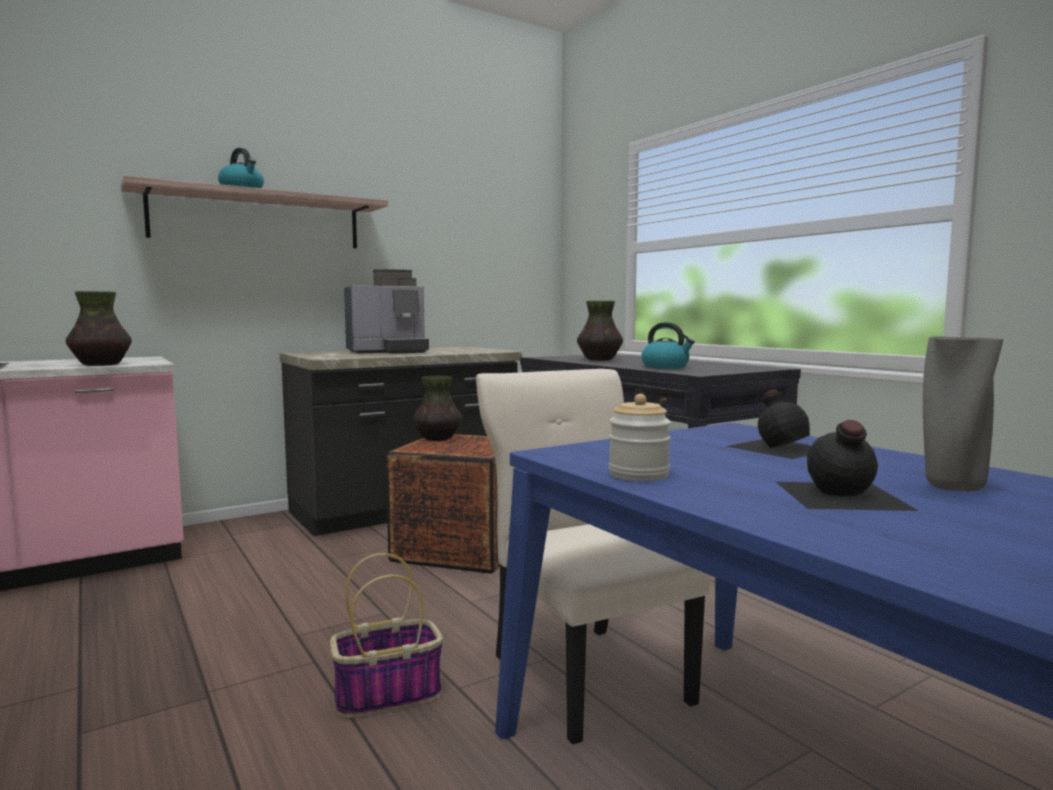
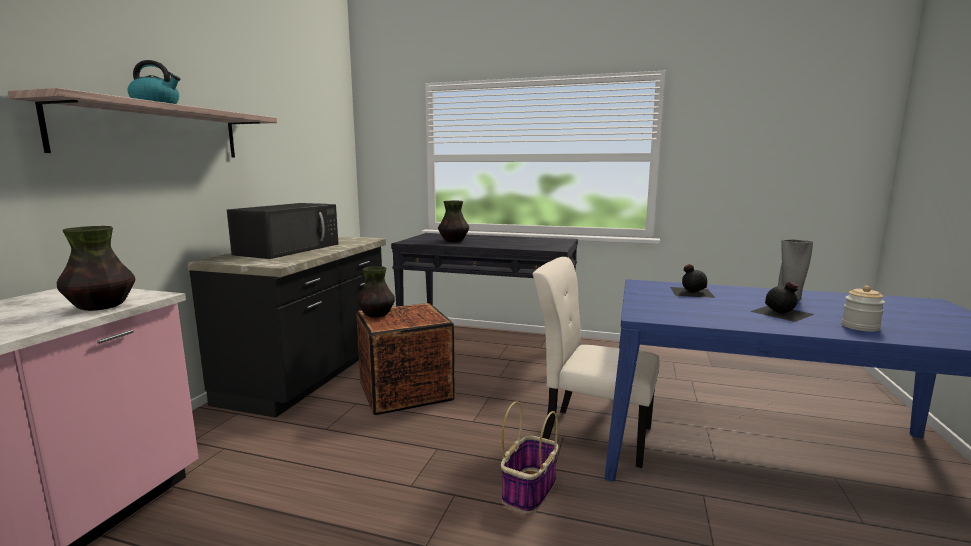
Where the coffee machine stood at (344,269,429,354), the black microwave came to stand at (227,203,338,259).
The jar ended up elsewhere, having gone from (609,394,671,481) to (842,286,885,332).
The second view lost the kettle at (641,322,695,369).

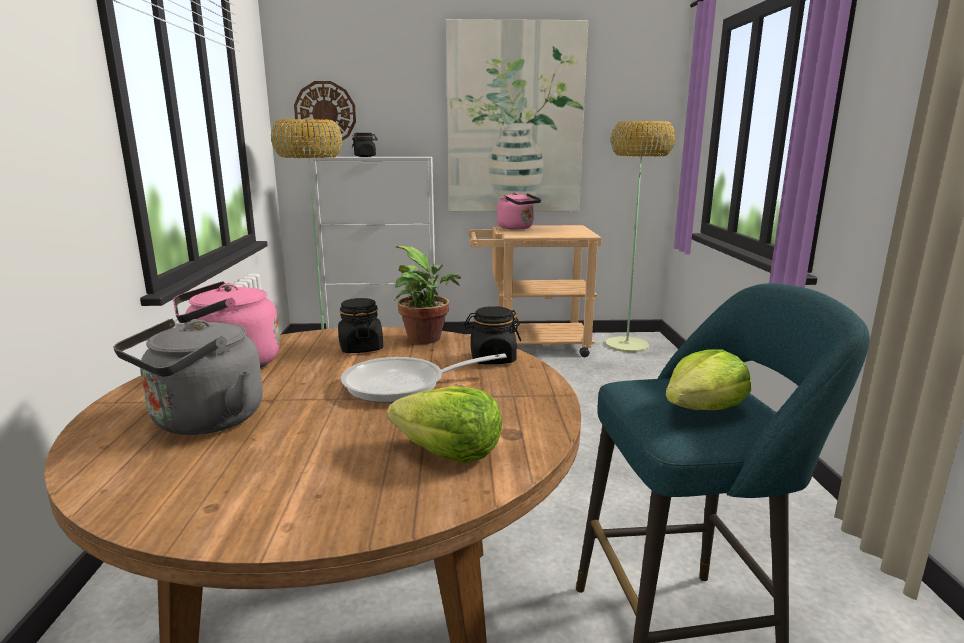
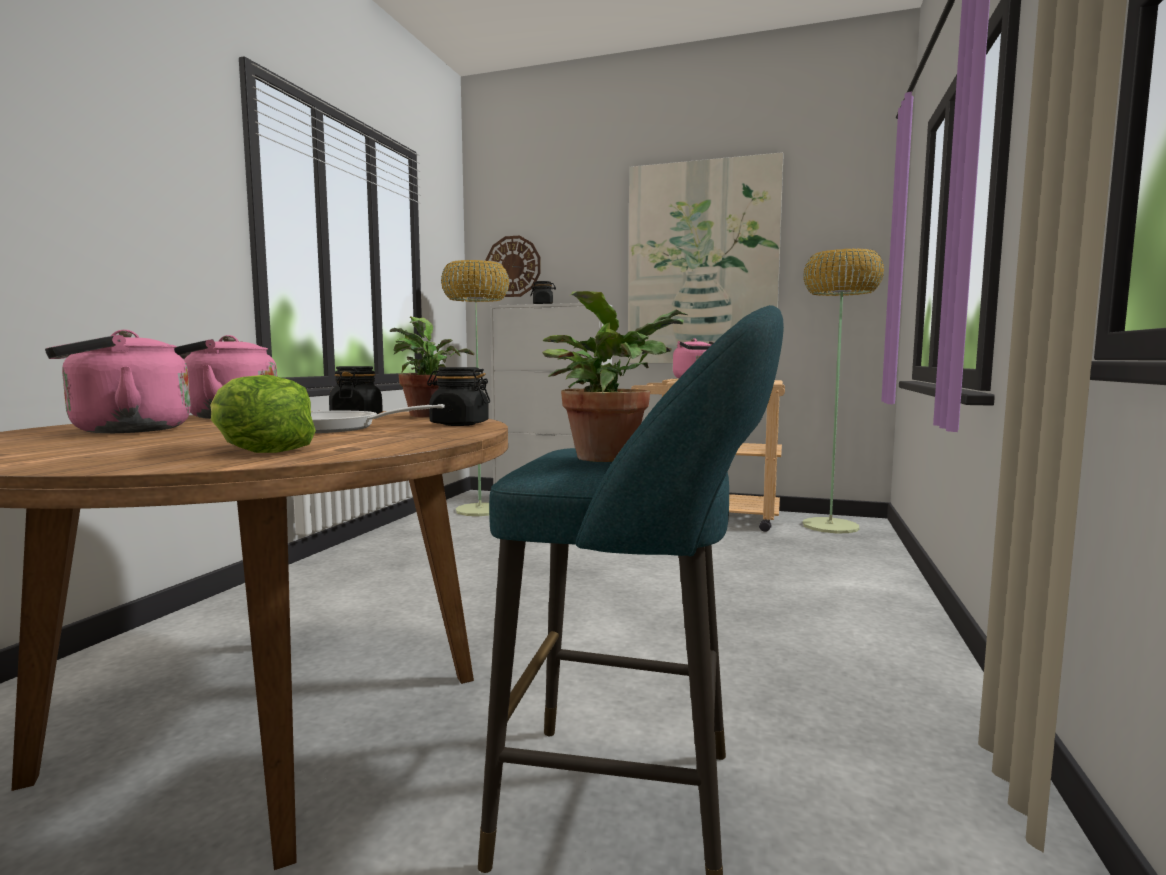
What was the grey kettle at (113,319,263,435) turned into the pink kettle at (45,330,191,433).
Where the lettuce stood at (666,350,751,410), the potted plant came to stand at (542,291,687,462).

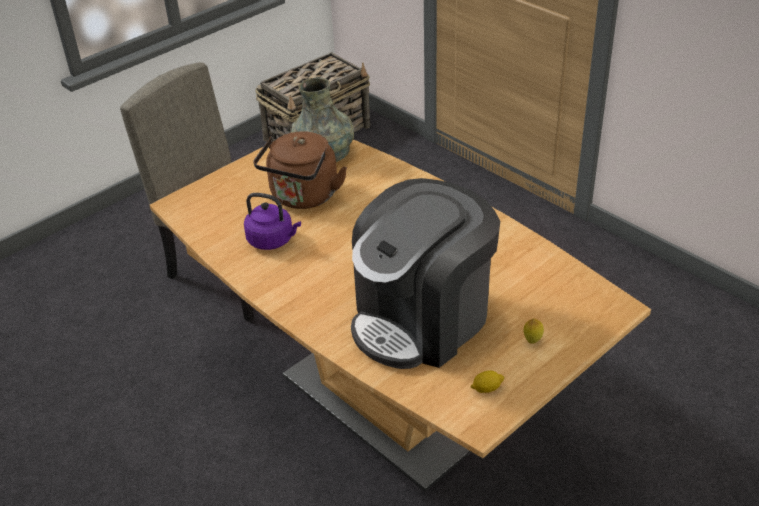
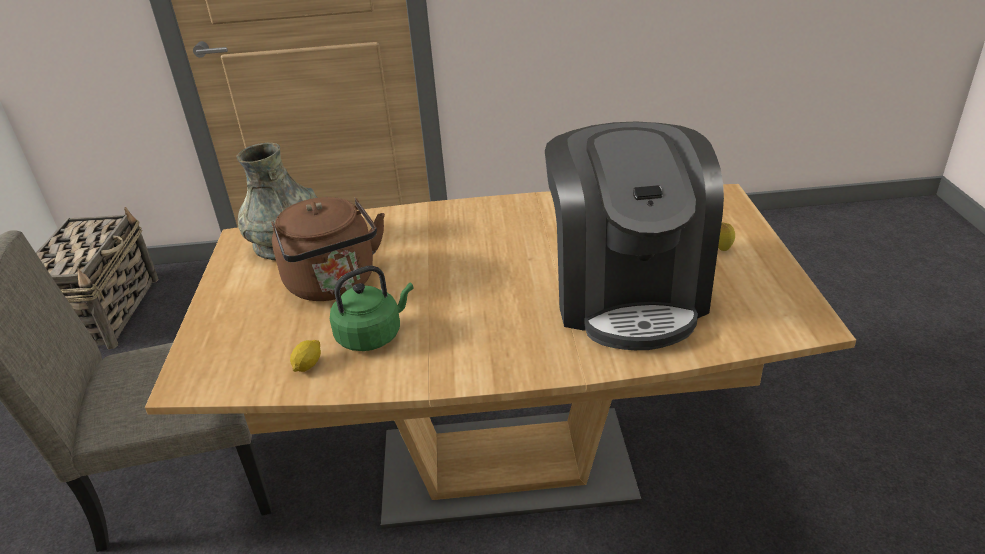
What was the purple kettle at (244,193,301,250) turned into the green kettle at (330,266,413,351).
The lemon ended up elsewhere, having gone from (471,371,505,393) to (290,340,321,372).

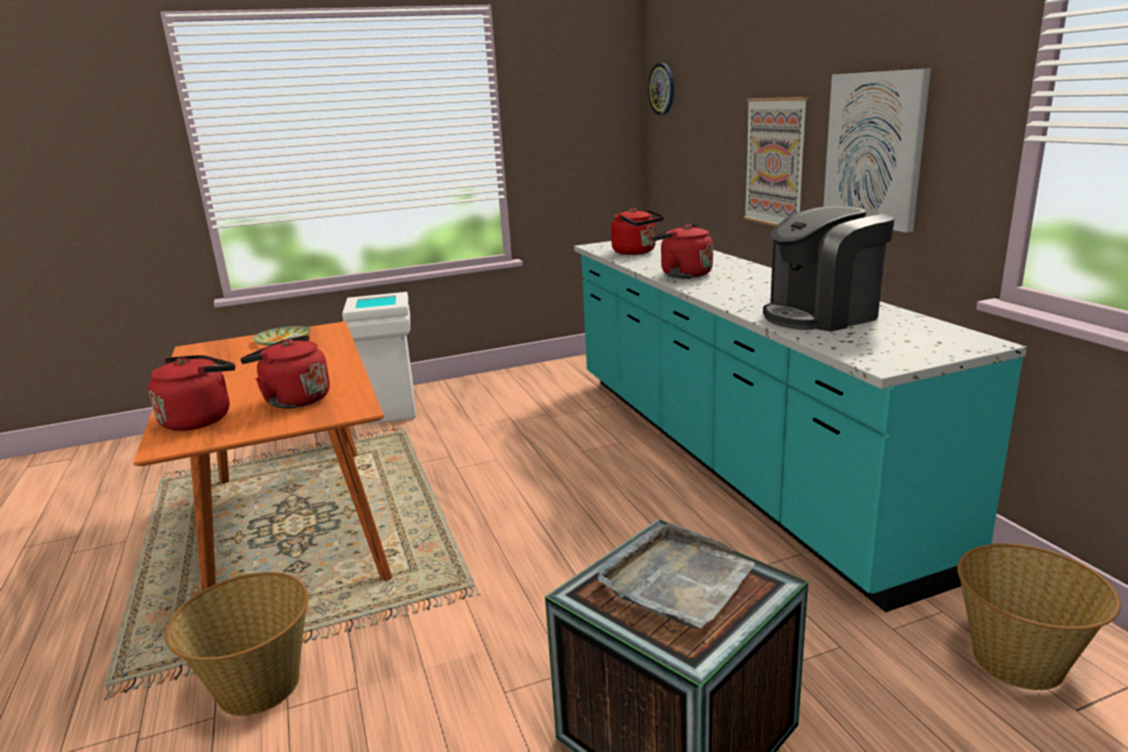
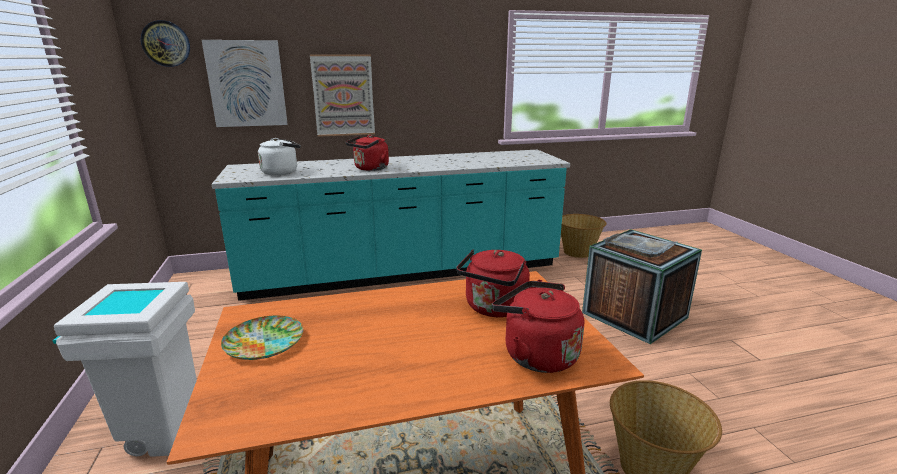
What was the red kettle at (611,208,664,255) turned into the white kettle at (258,138,301,175).
The second view lost the coffee machine at (763,206,895,332).
The picture ended up elsewhere, having gone from (823,68,931,233) to (202,40,288,127).

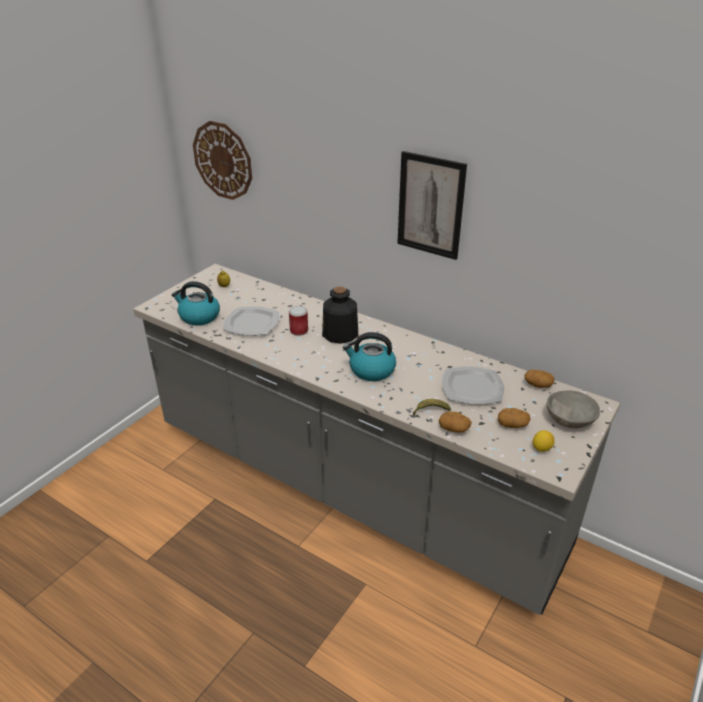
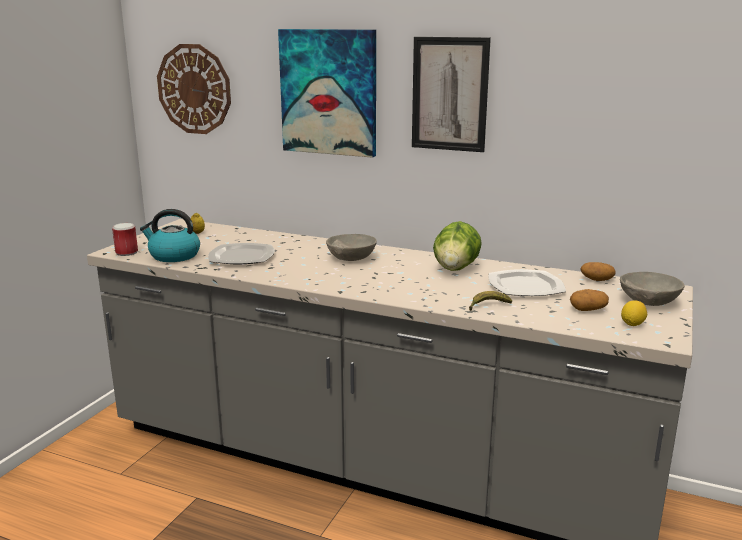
The can ended up elsewhere, having gone from (289,306,308,336) to (112,223,138,256).
Where the bottle stood at (322,286,358,344), the grey bowl came to stand at (326,234,377,261).
The second view lost the kettle at (343,332,396,381).
The second view lost the potato at (439,411,472,433).
The second view gained the picture at (278,29,376,158).
The second view gained the lettuce at (433,221,482,271).

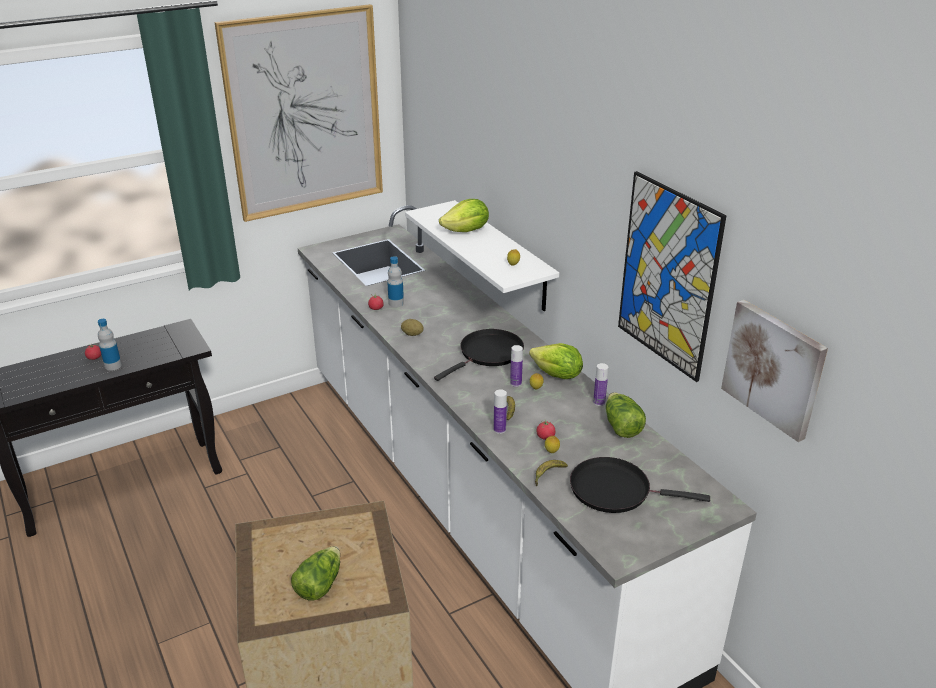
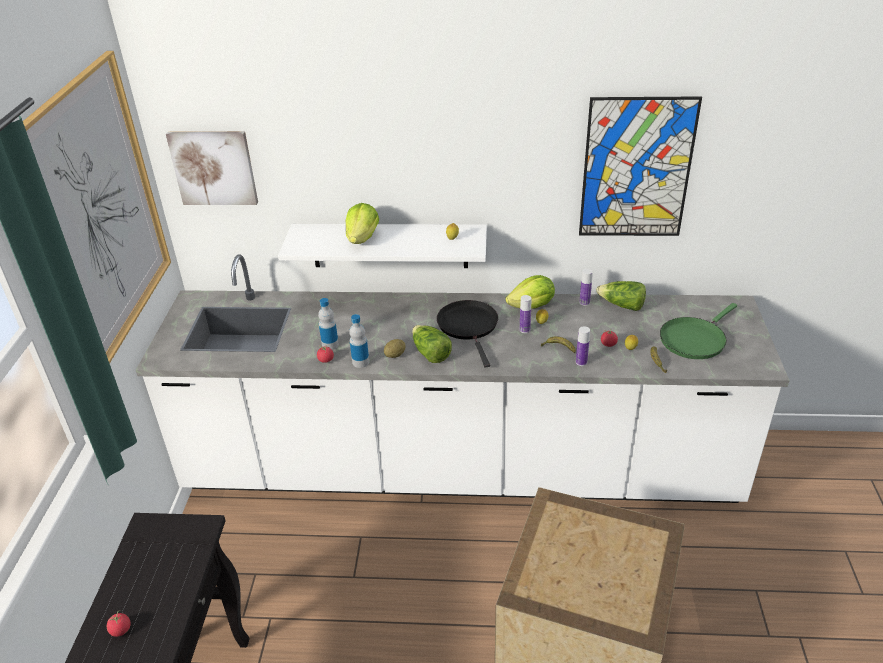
The bottle ended up elsewhere, having gone from (98,319,122,371) to (349,314,369,368).
The lettuce ended up elsewhere, having gone from (291,546,340,601) to (412,325,452,363).
What was the black frying pan at (570,457,710,513) turned into the green frying pan at (660,303,737,359).
The picture ended up elsewhere, having gone from (721,300,828,442) to (166,131,258,205).

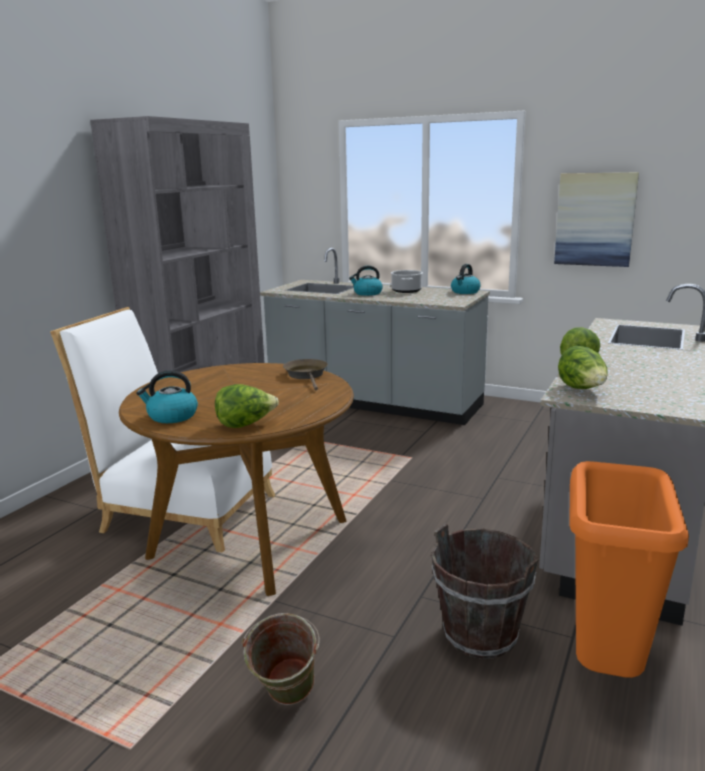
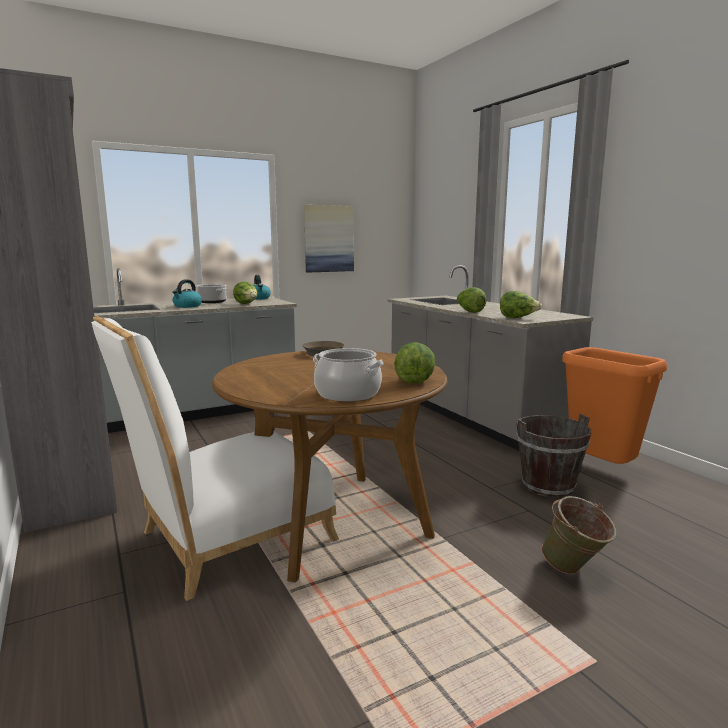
Where the kettle stood at (136,370,198,423), the cooking pot came to stand at (313,348,384,401).
The second view gained the lettuce at (233,282,258,304).

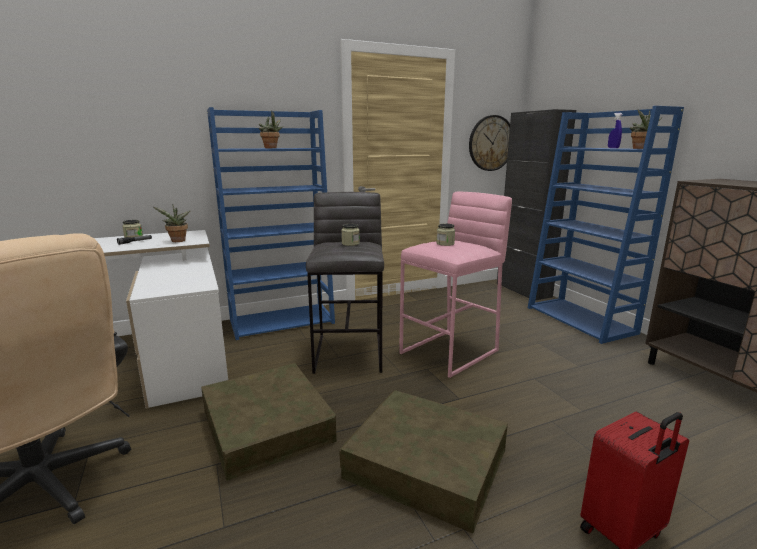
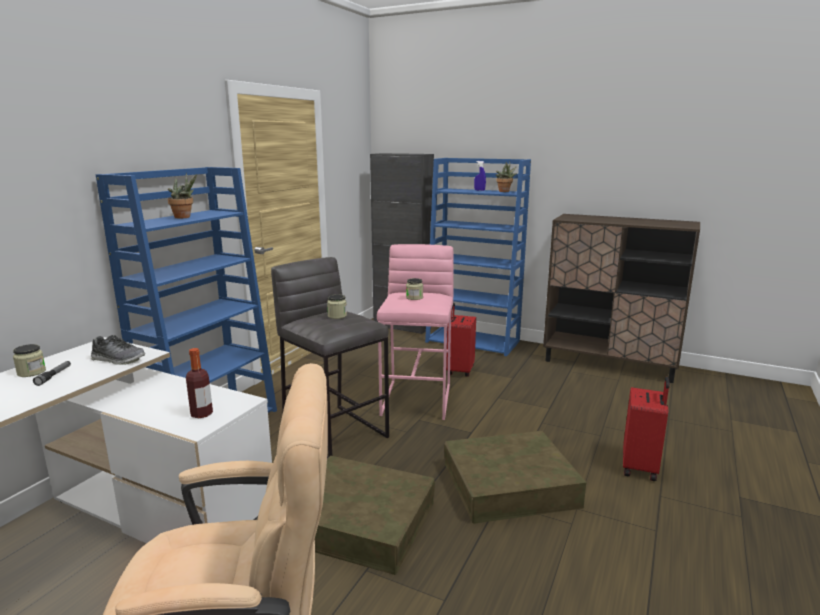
Where the potted plant stood at (153,205,191,242), the shoe came to stand at (90,335,145,365).
The second view lost the wall clock at (469,115,510,171).
The second view gained the bottle at (186,348,213,418).
The second view gained the red suitcase at (446,303,476,377).

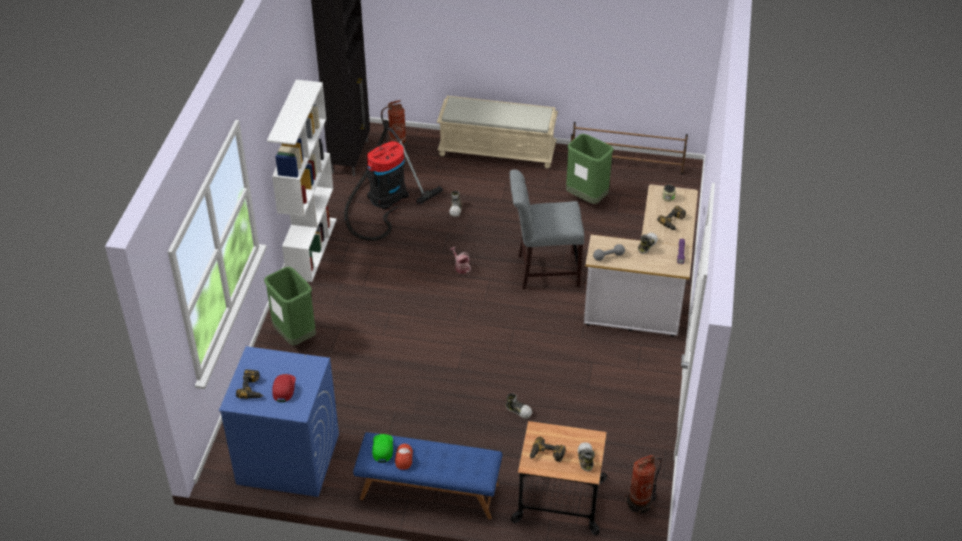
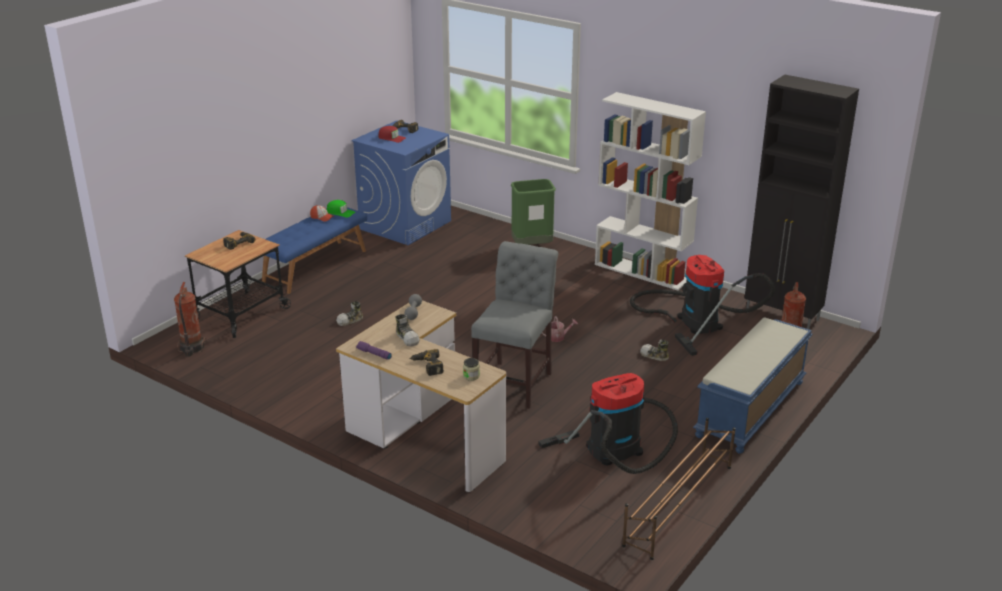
What was the beige bench at (437,96,558,169) turned into the blue bench at (693,318,813,454).
Where the green trash can stood at (566,134,614,204), the vacuum cleaner came to stand at (538,373,678,474).
The second view lost the shoe at (578,442,595,471).

